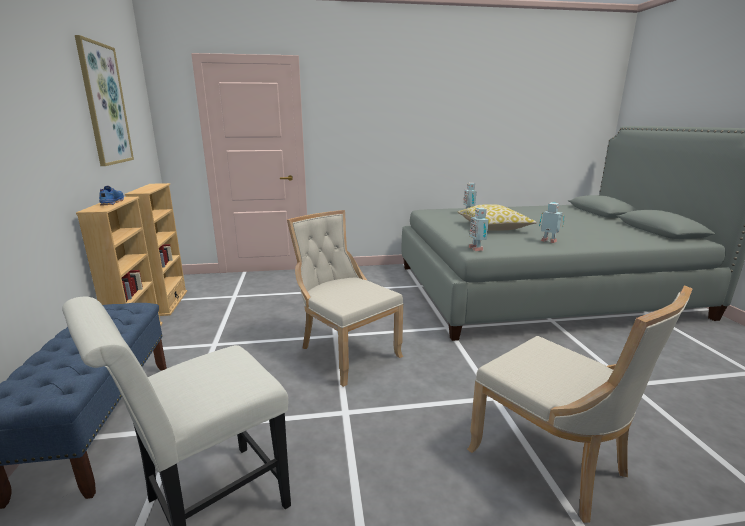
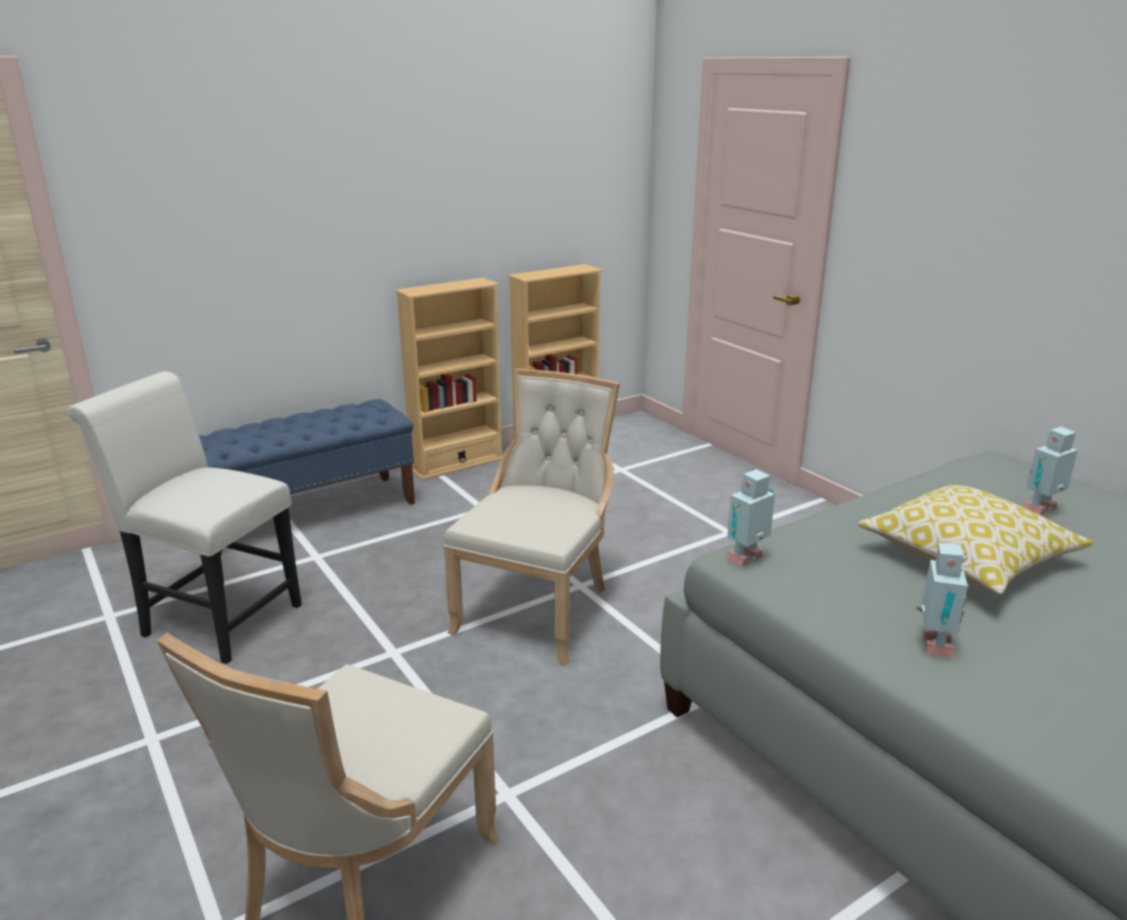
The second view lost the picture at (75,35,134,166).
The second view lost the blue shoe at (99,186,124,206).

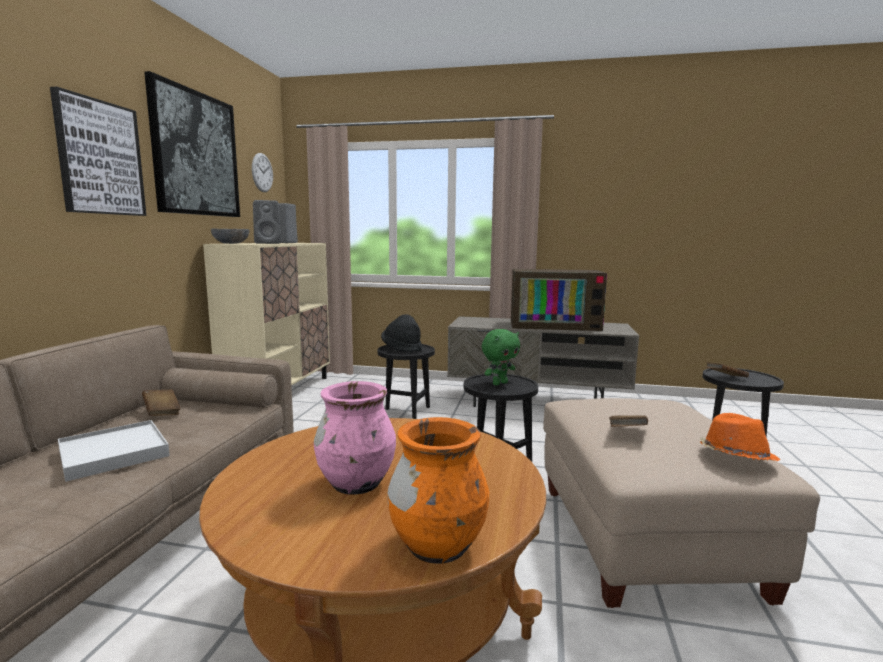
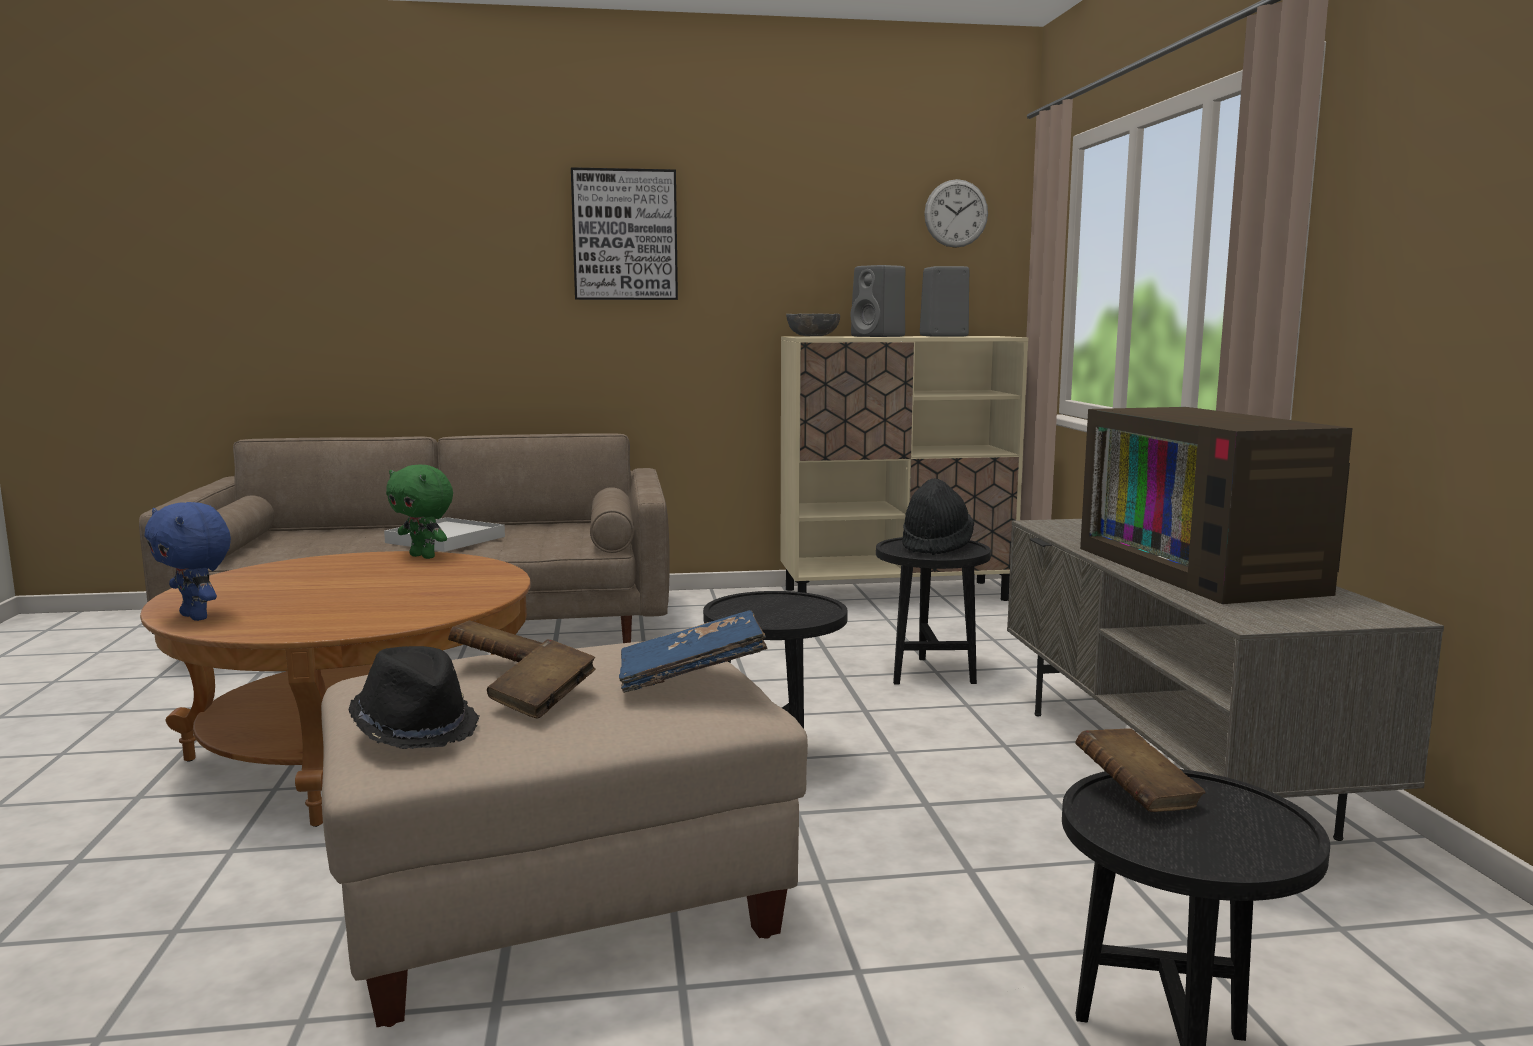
The brown book ended up elsewhere, having gone from (142,389,181,416) to (487,639,596,718).
The second view lost the picture at (144,71,240,217).
The second view lost the pink vase at (314,381,396,495).
Where the orange vase stood at (388,417,489,564), the blue plush toy came to stand at (144,502,231,621).
The green plush toy ended up elsewhere, having gone from (482,329,520,385) to (386,465,453,559).
What was the orange hat at (700,413,780,461) turned into the black hat at (349,646,479,749).
The second view gained the blue book at (619,610,767,693).

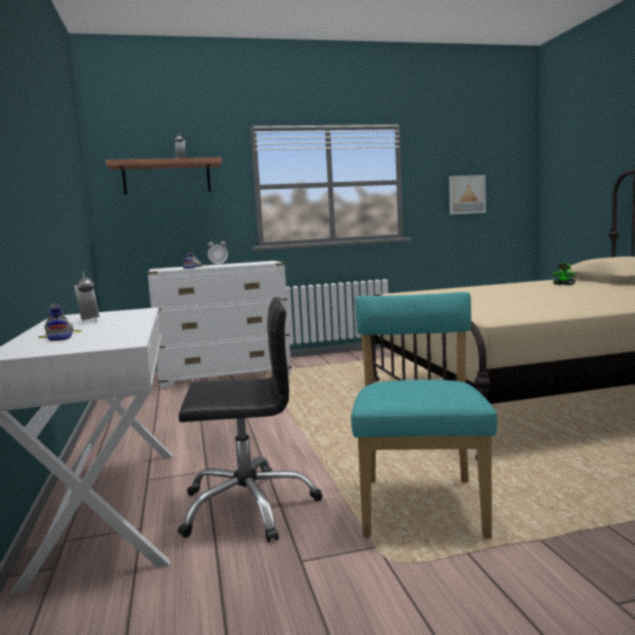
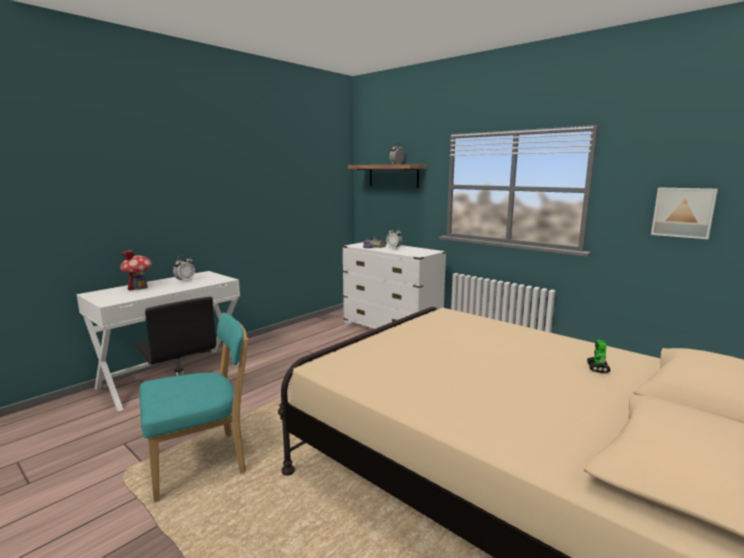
Where the shoe stood at (38,304,82,341), the toy house came to stand at (120,250,152,291).

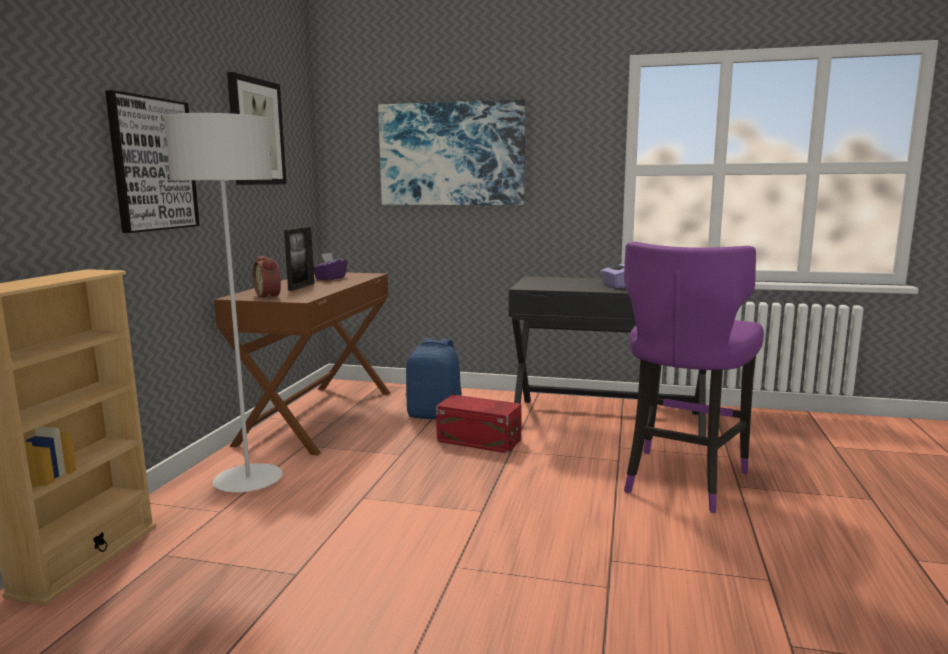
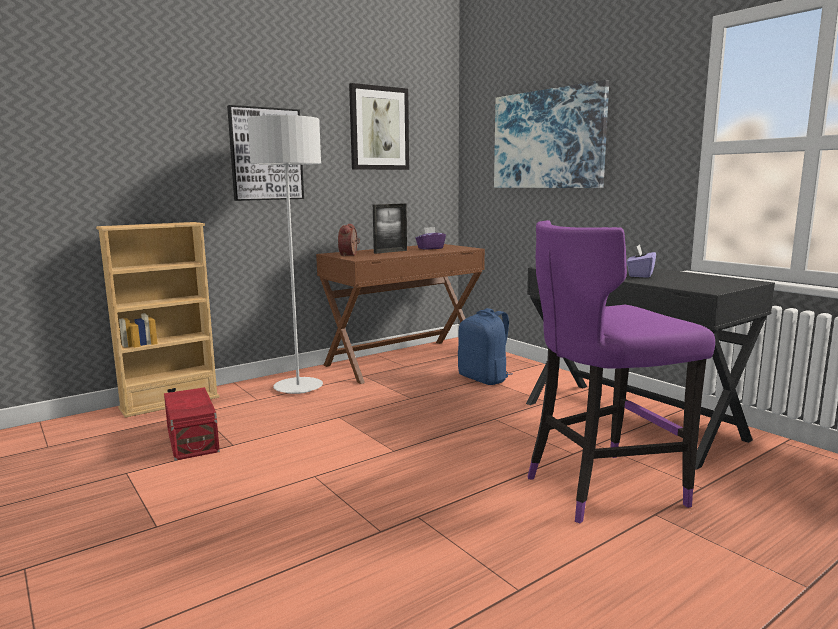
The red storage box ended up elsewhere, having gone from (436,395,522,453) to (164,387,220,461).

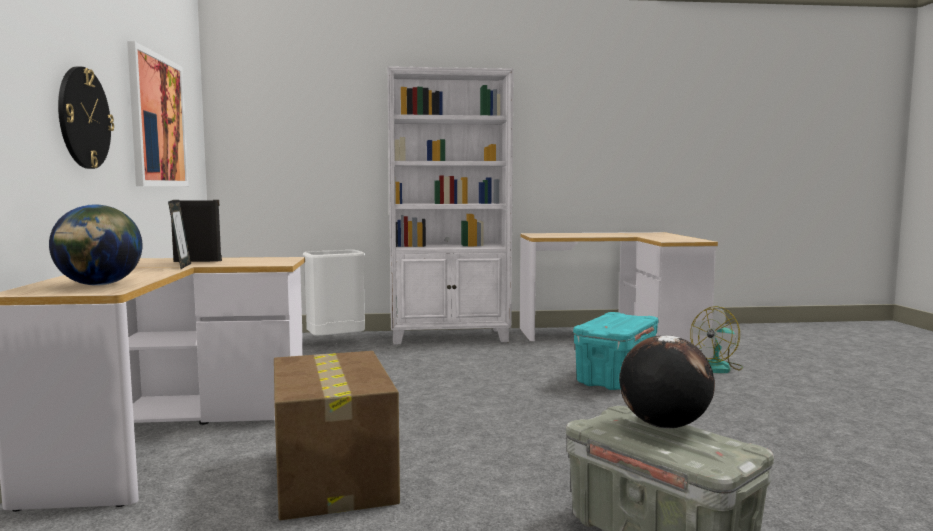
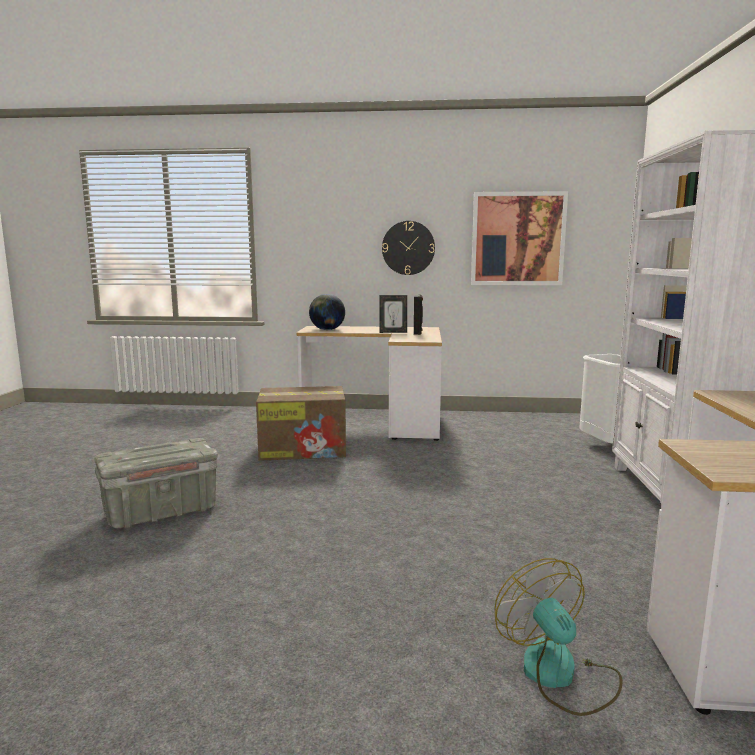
The second view lost the turquoise storage box at (573,312,659,390).
The second view lost the globe at (619,335,715,429).

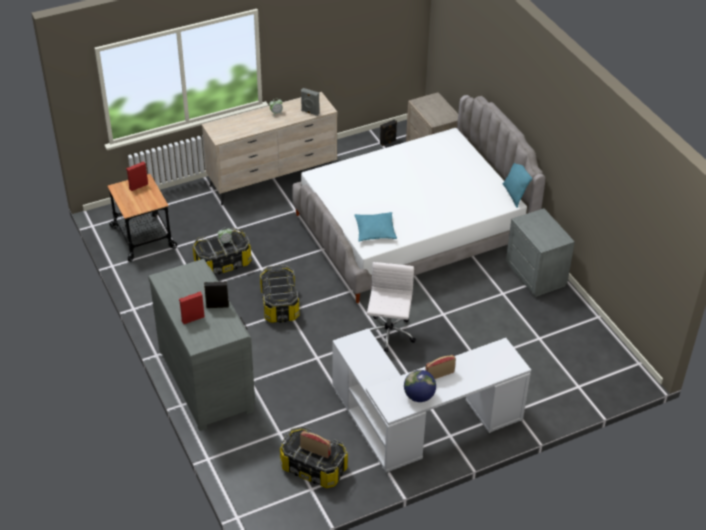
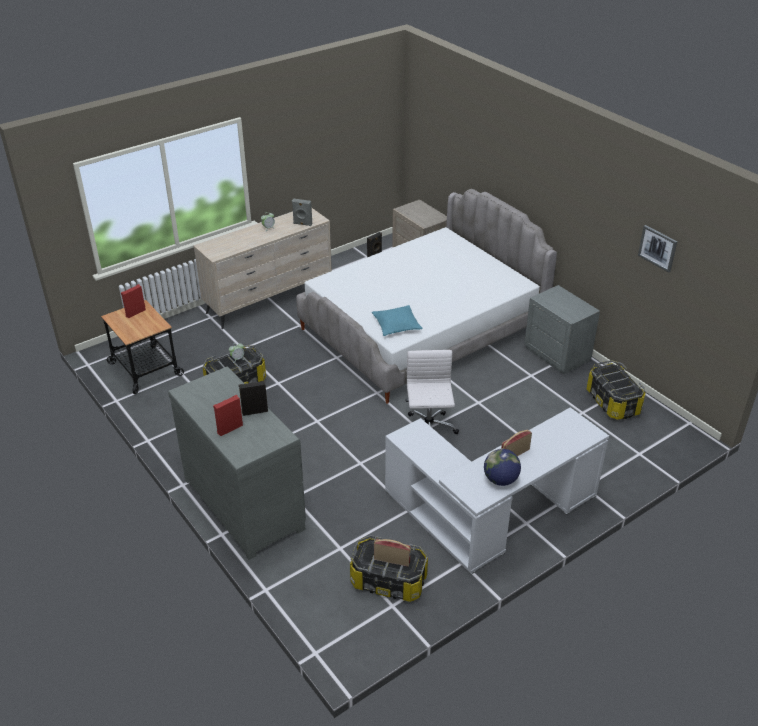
The storage box ended up elsewhere, having gone from (260,265,299,323) to (587,360,645,420).
The second view lost the turquoise pillow at (503,163,532,208).
The second view gained the picture at (638,225,678,272).

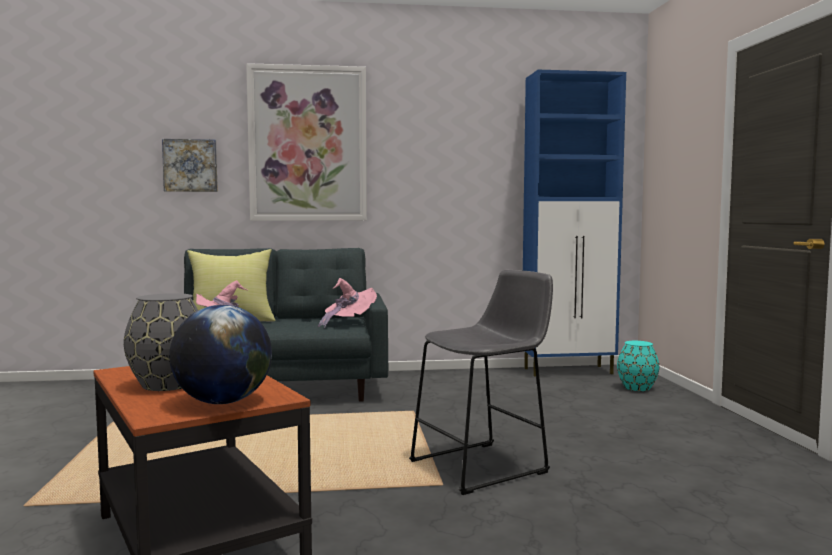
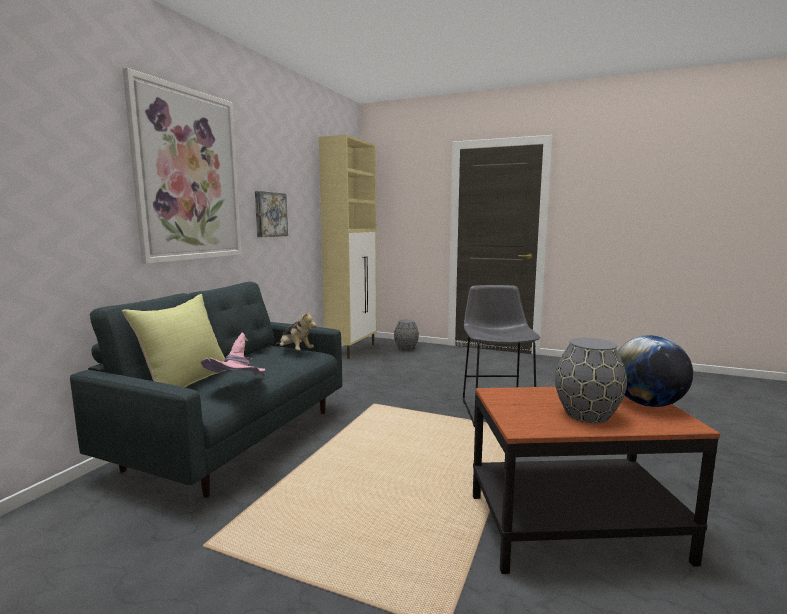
The picture ended up elsewhere, having gone from (162,139,218,192) to (255,191,288,237).
Where the pink hat stood at (318,278,377,328), the plush toy came to stand at (275,311,317,350).
What was the blue cabinet at (523,70,626,377) turned into the beige cabinet at (319,135,377,359).
What was the turquoise vase at (617,341,659,391) turned into the grey vase at (394,319,419,350).

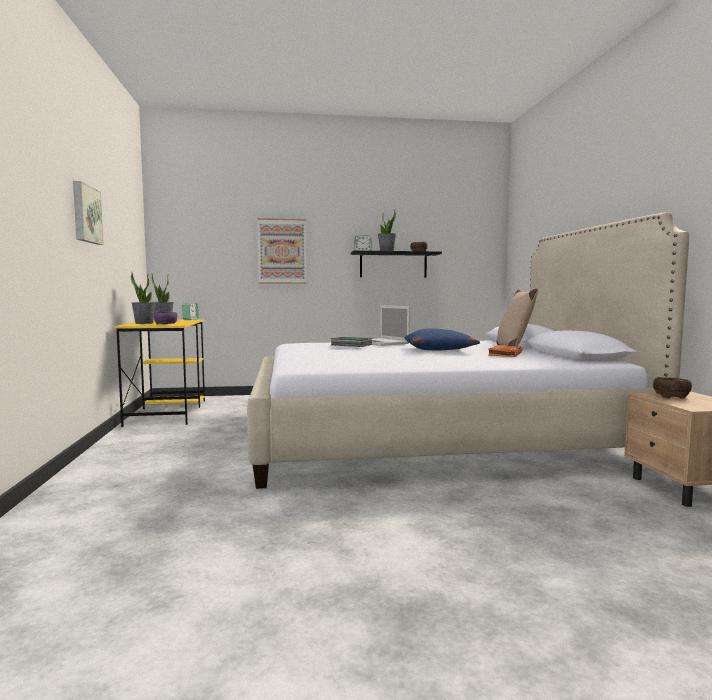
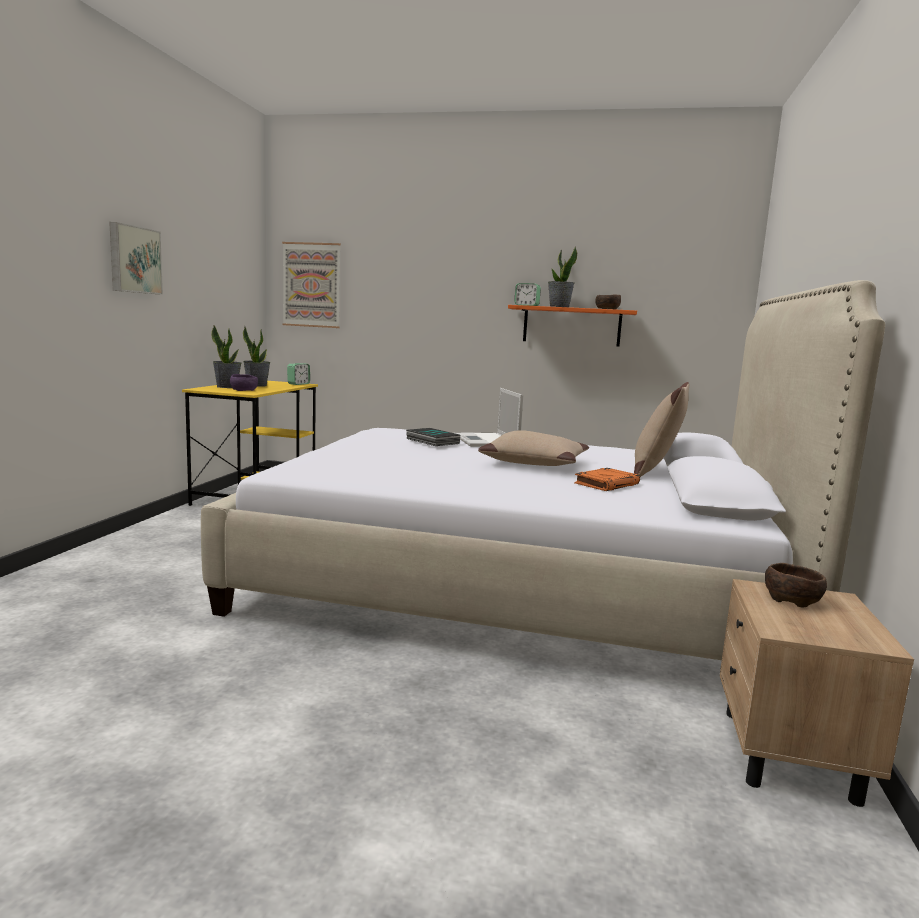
The picture ended up elsewhere, having gone from (257,218,307,284) to (282,242,341,328).
What was the black shelf at (351,251,442,278) turned into the orange shelf at (508,305,637,347).
What was the blue pillow at (404,328,480,350) turned into the beige pillow at (478,430,589,466).

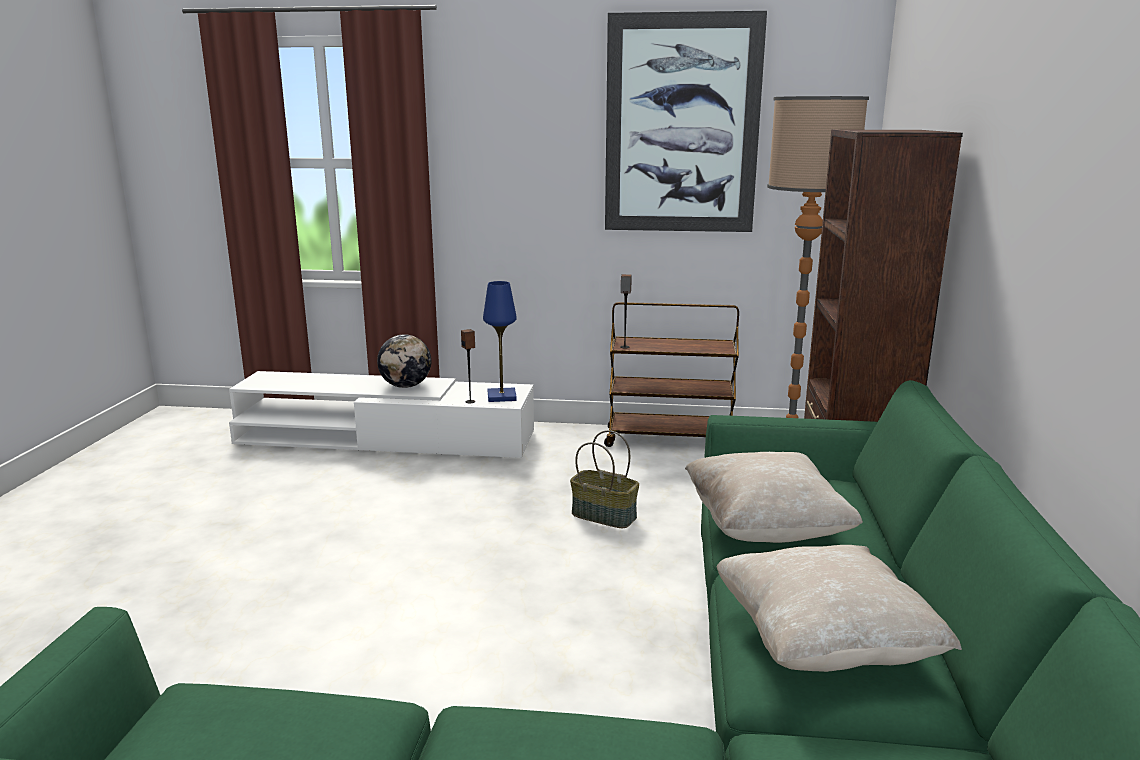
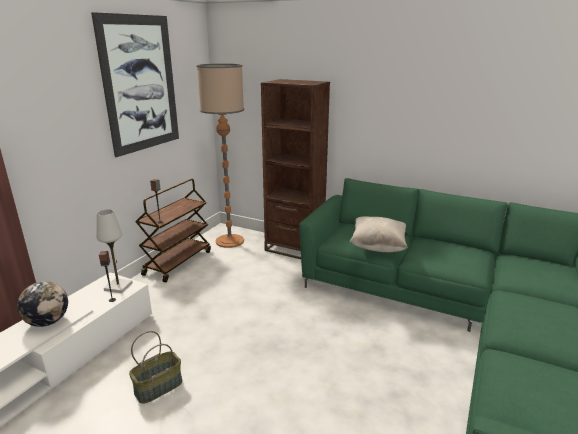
What was the blue table lamp at (483,281,517,402) turned into the white table lamp at (96,209,133,293).
The basket ended up elsewhere, having gone from (570,430,639,528) to (129,331,182,404).
The second view lost the beige pillow at (716,545,962,672).

